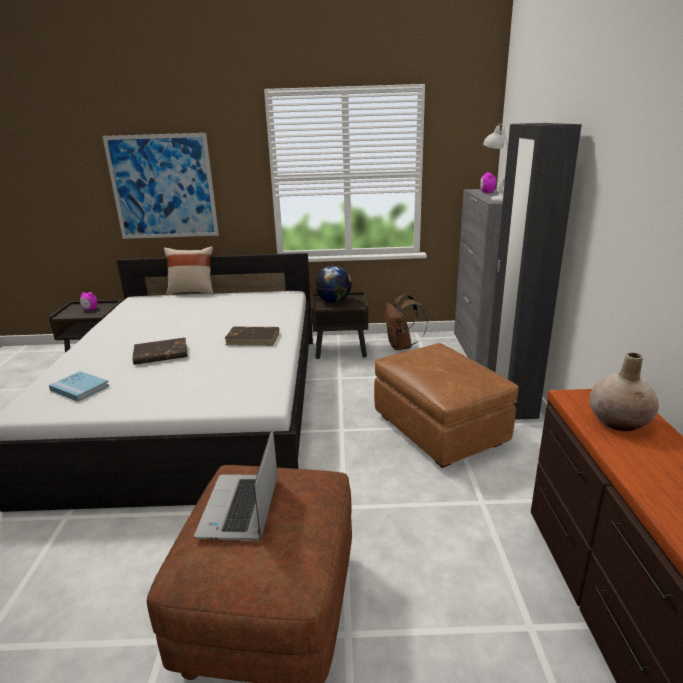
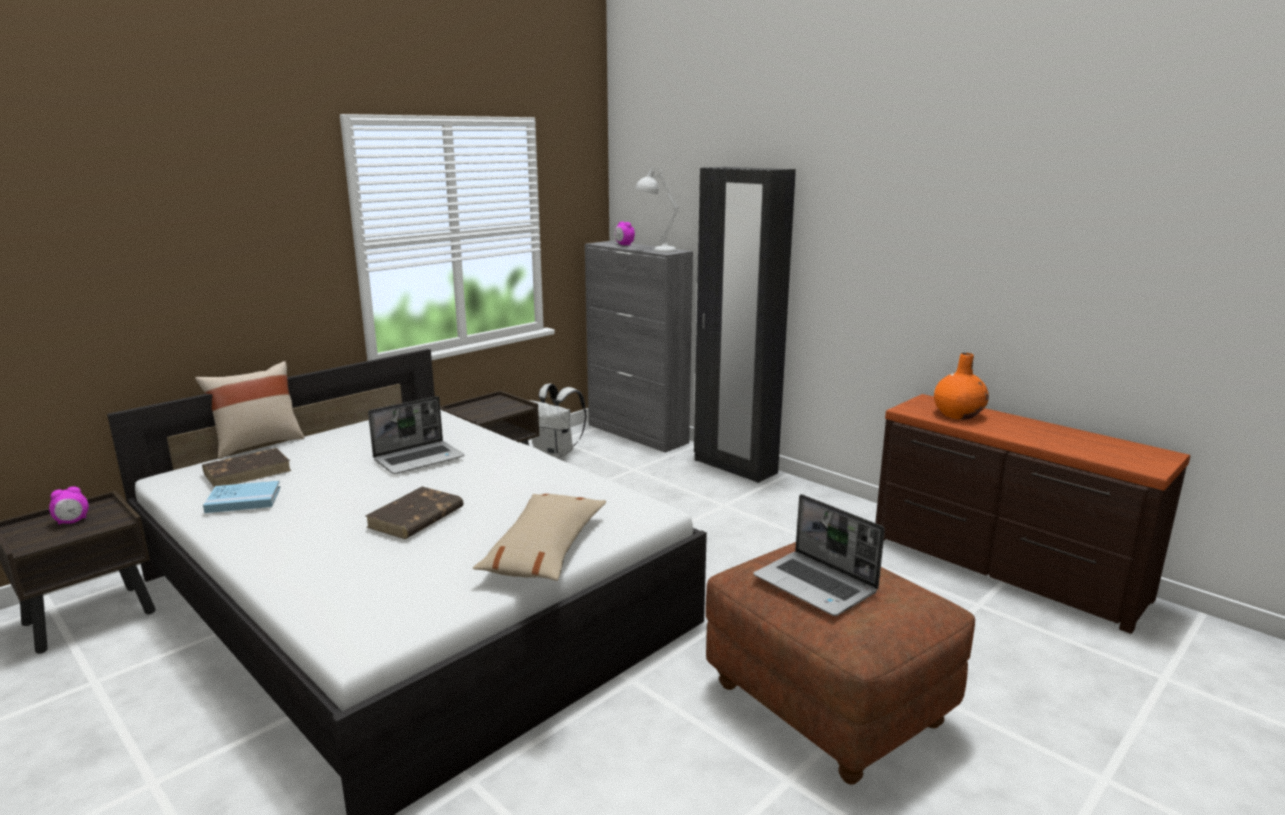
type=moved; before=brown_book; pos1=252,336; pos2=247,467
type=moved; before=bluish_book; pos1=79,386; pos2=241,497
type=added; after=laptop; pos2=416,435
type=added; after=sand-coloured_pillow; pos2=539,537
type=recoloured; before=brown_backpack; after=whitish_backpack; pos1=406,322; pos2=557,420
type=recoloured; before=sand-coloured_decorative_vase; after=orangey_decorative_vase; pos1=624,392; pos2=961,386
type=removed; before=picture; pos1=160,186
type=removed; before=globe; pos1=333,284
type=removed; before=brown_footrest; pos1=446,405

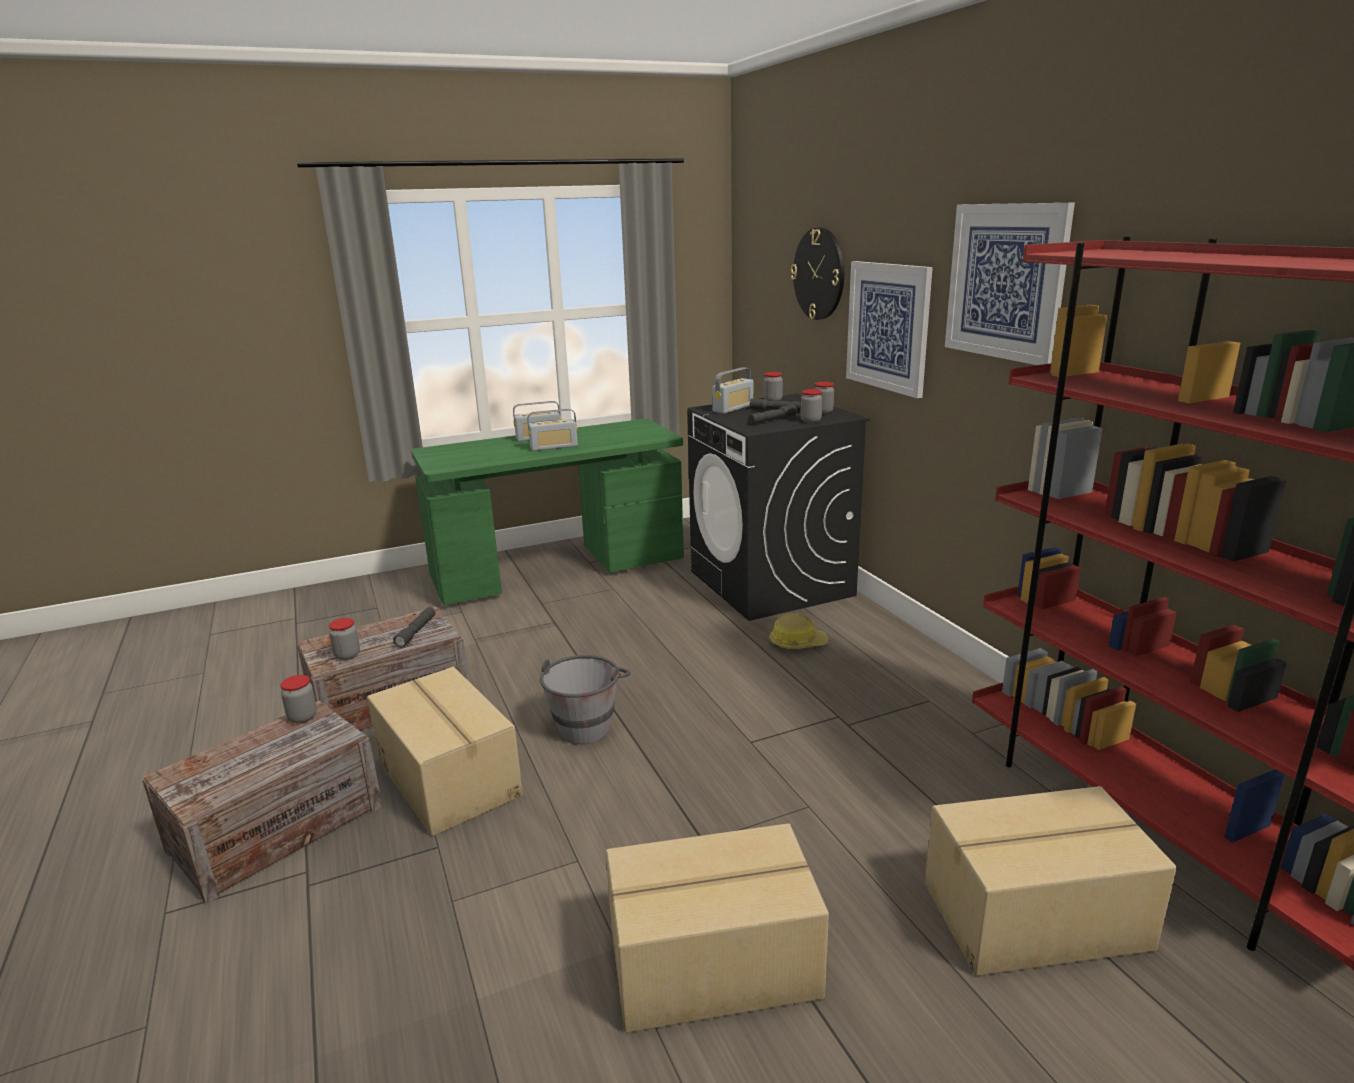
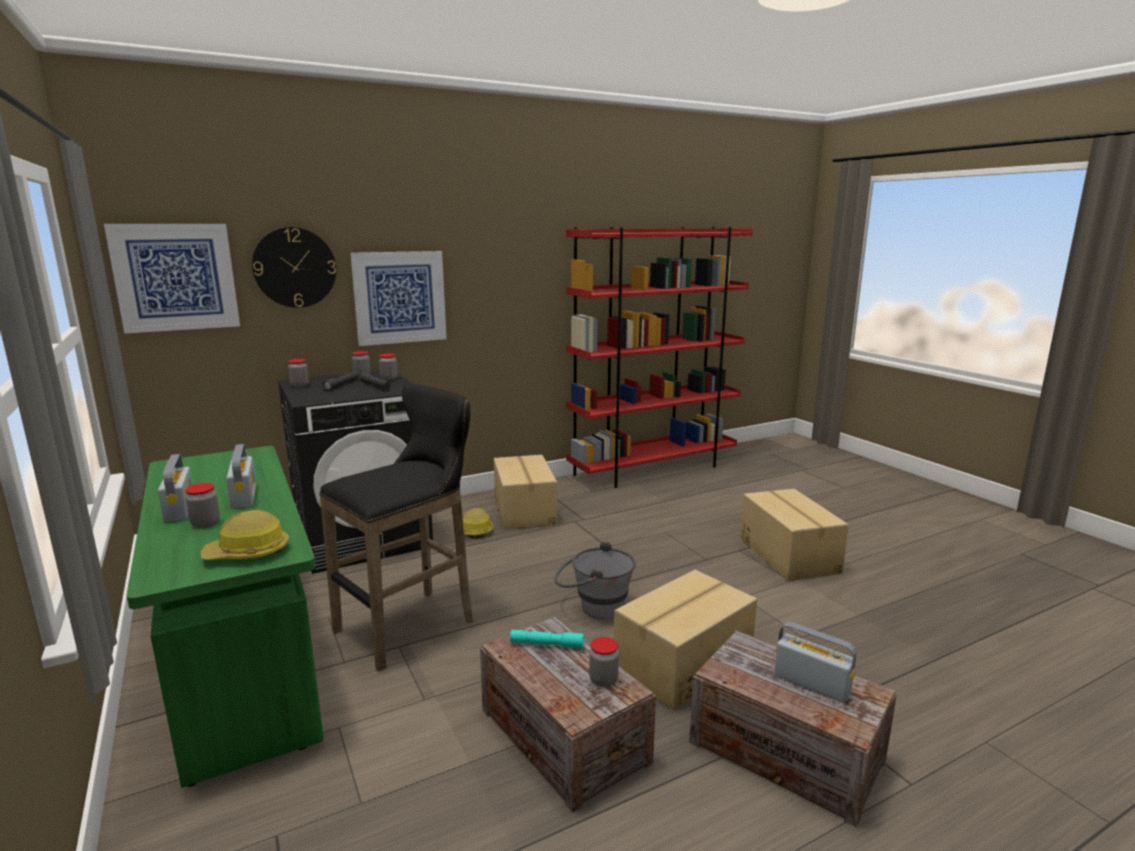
type=moved; before=picture; pos1=1010,284; pos2=172,279
type=moved; before=jar; pos1=298,699; pos2=202,505
type=added; after=safety_helmet; pos2=245,535
type=added; after=blackish_sitting_stool; pos2=396,527
type=moved; before=packing_box; pos1=1051,881; pos2=525,492
type=recoloured; before=greyish_torch; after=blue-green_torch; pos1=414,627; pos2=547,639
type=moved; before=radio; pos1=732,390; pos2=815,662

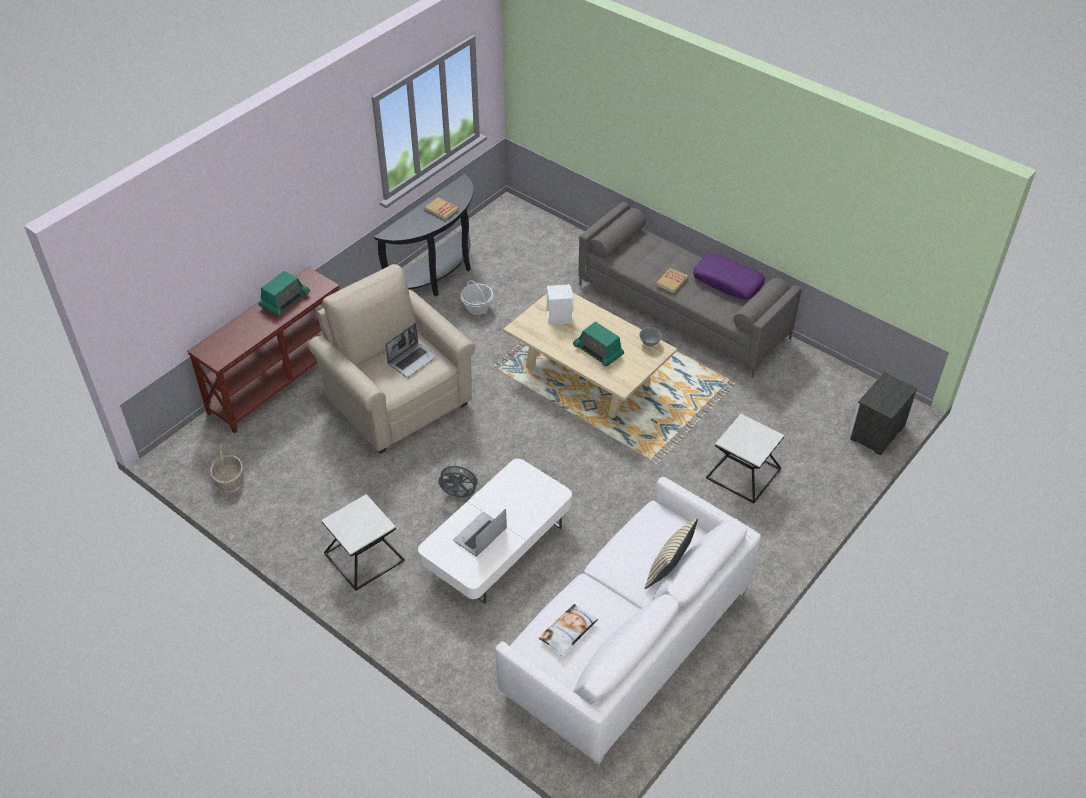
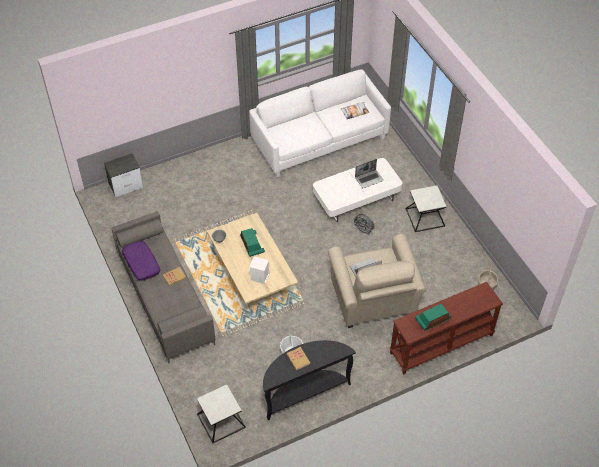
type=moved; before=end_table; pos1=745,458; pos2=221,413
type=removed; before=sand-coloured_pillow; pos1=671,553

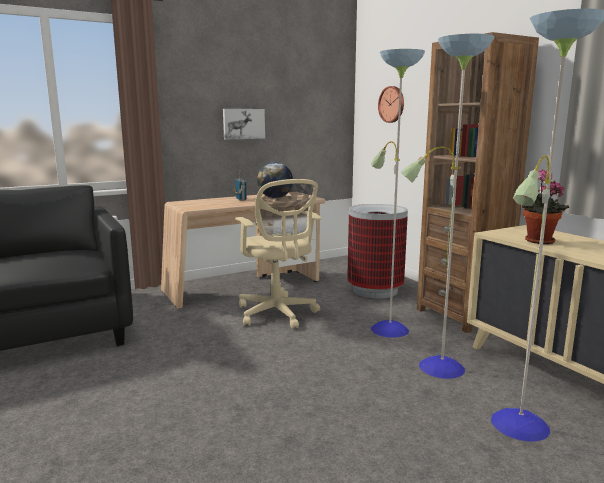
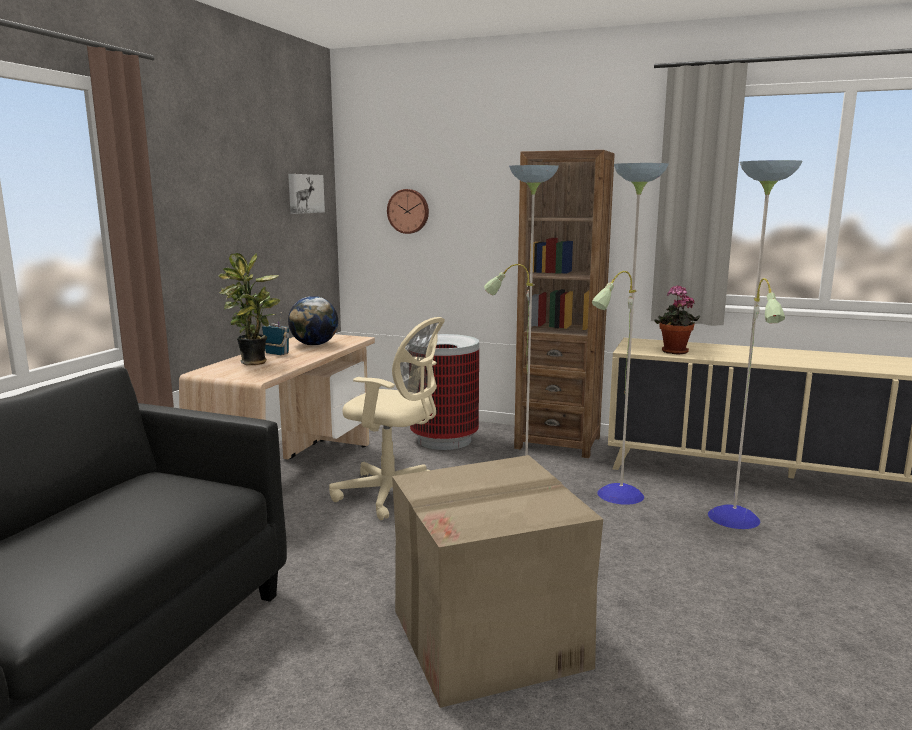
type=added; after=houseplant; pos2=249,309
type=moved; before=picture; pos1=244,124; pos2=306,194
type=added; after=packing_box; pos2=497,581

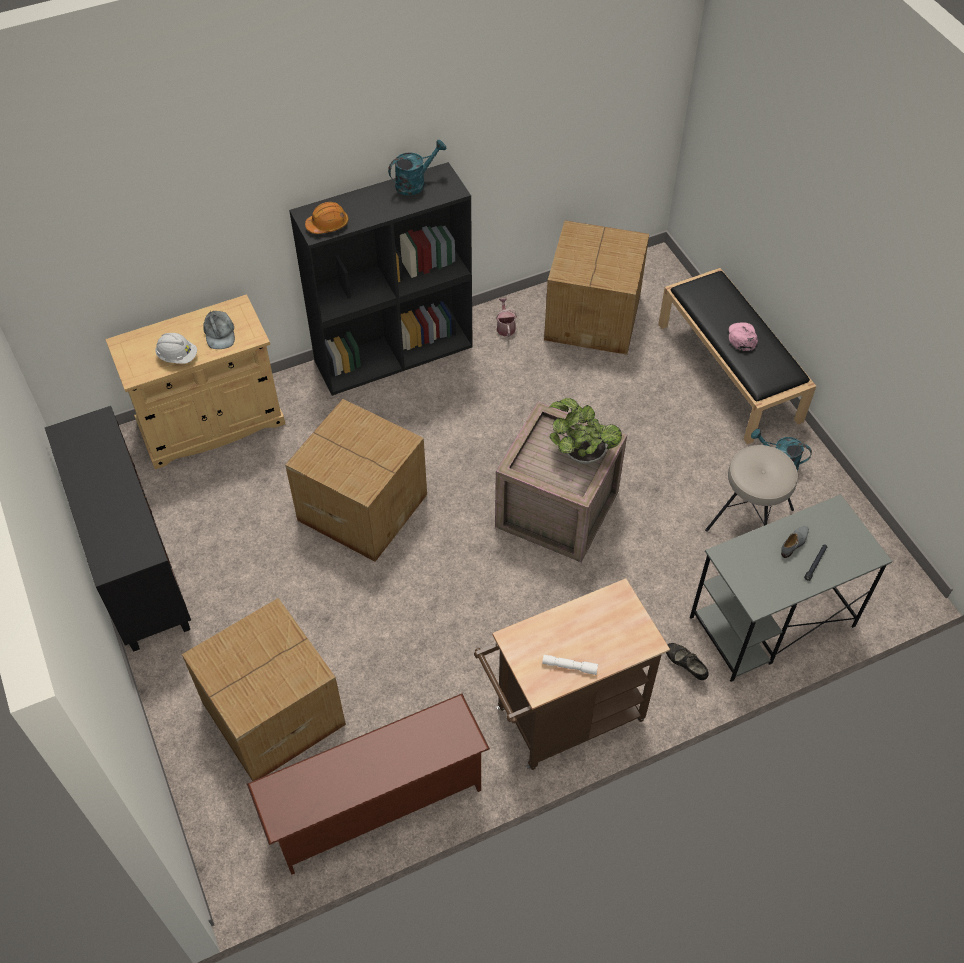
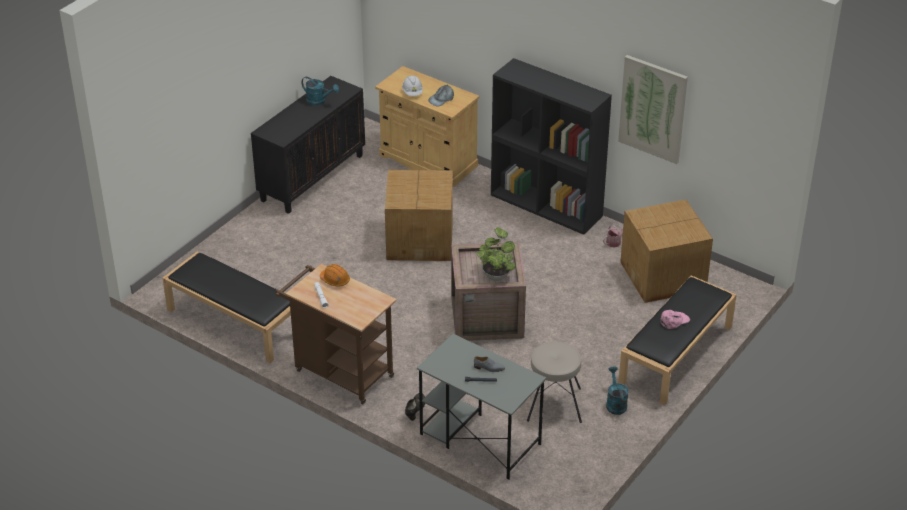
type=replaced; before=brown_shoe_stand; after=blackish_long_seat; pos1=368,784; pos2=227,307
type=moved; before=blue-green_sprinkling_can; pos1=417,167; pos2=320,91
type=moved; before=orangey_safety_helmet; pos1=326,218; pos2=335,275
type=added; after=picture; pos2=653,109
type=removed; before=packing_box; pos1=264,689

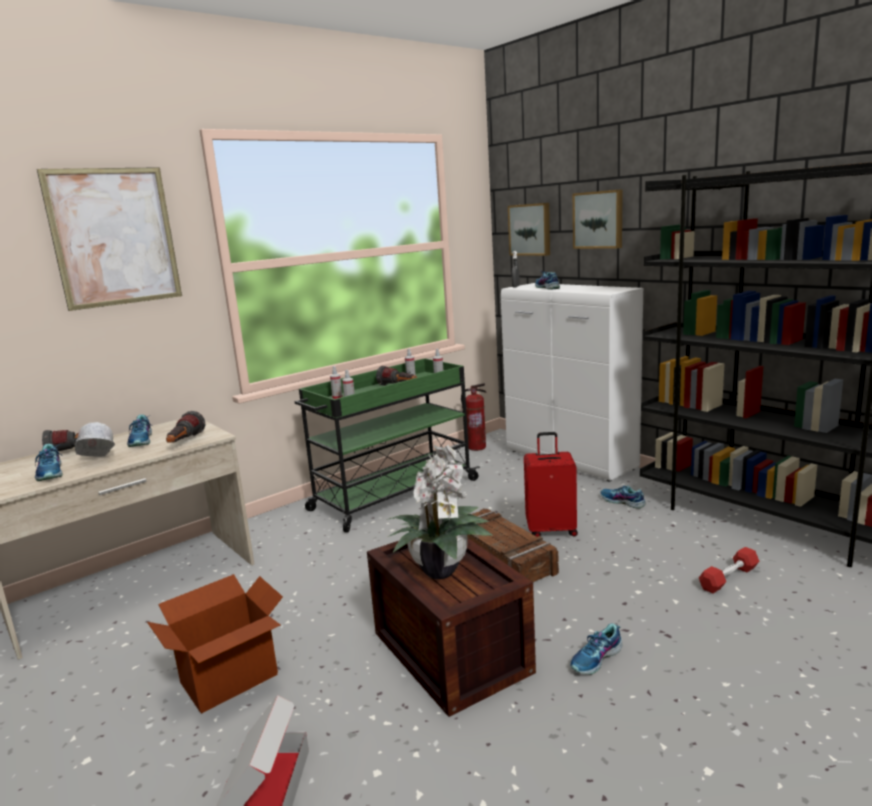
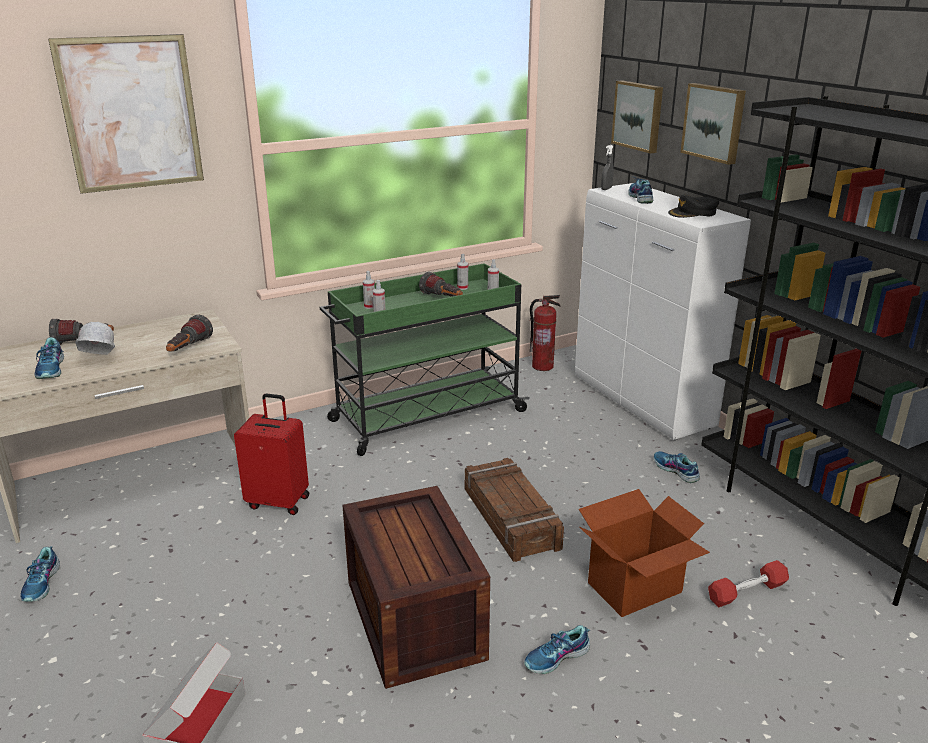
type=moved; before=shoe; pos1=139,430; pos2=40,574
type=moved; before=reddish_suitcase; pos1=551,484; pos2=271,454
type=moved; before=packing_box; pos1=215,644; pos2=644,553
type=added; after=blackish_cap; pos2=693,206
type=removed; before=houseplant; pos1=439,511

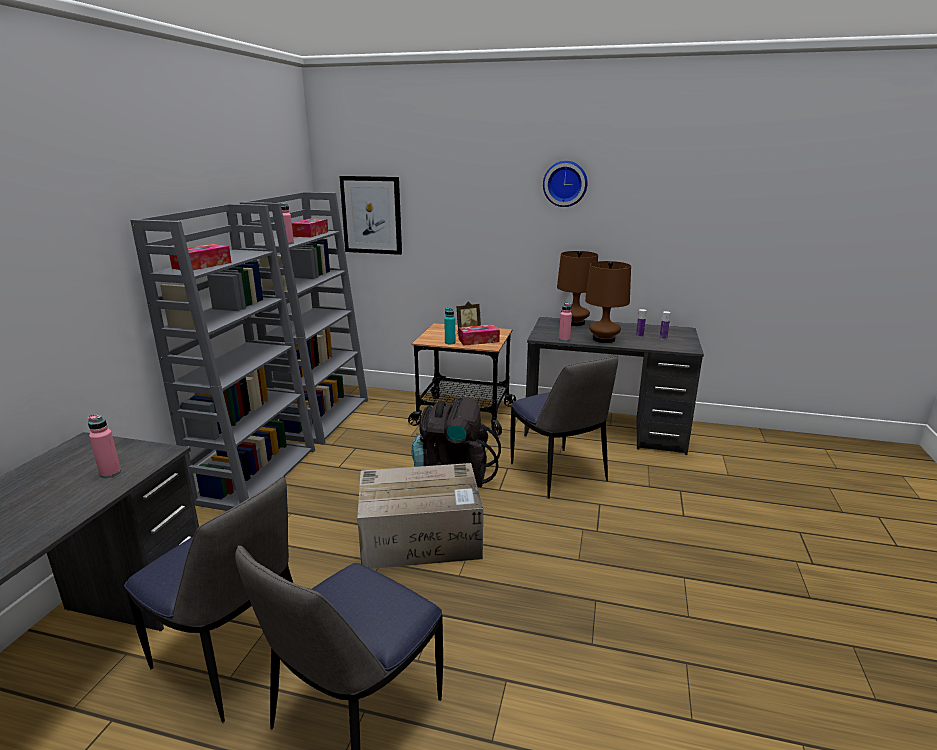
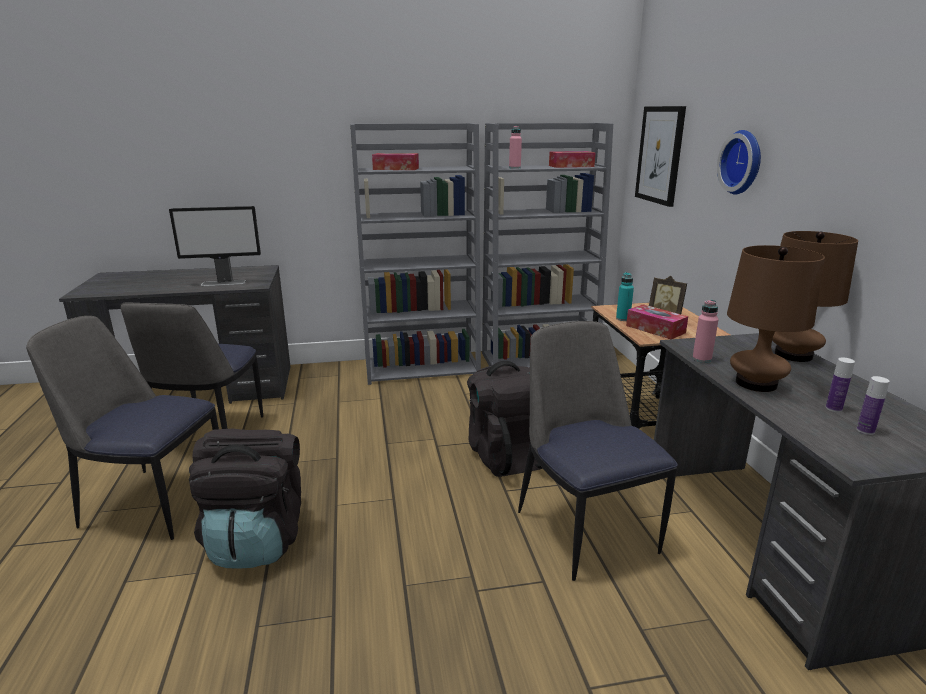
type=replaced; before=pink_beverage_bottle; after=computer_screen; pos1=104,446; pos2=215,246
type=added; after=blackish_backpack; pos2=245,499
type=turned; before=chair; pos1=564,427; pos2=598,451; turn=120
type=moved; before=hanging_clock; pos1=565,184; pos2=739,162
type=removed; before=packing_box; pos1=420,516

